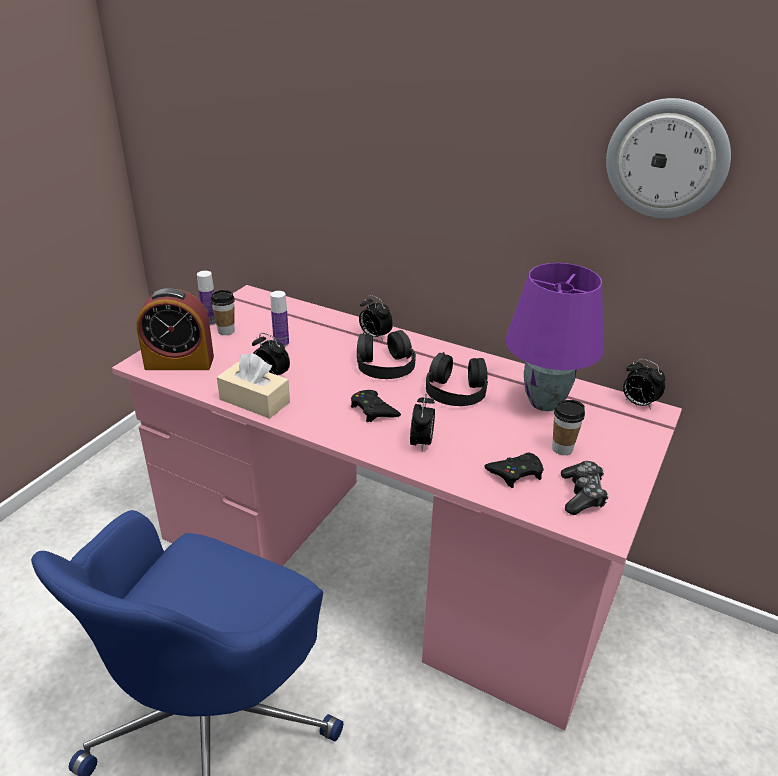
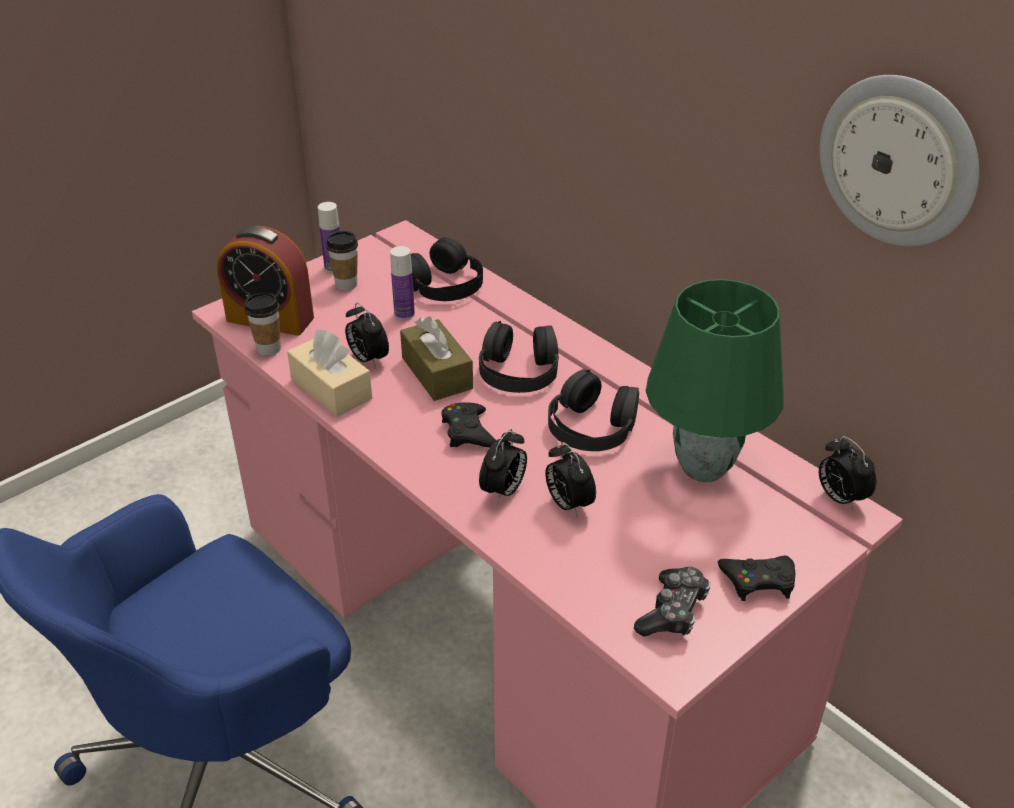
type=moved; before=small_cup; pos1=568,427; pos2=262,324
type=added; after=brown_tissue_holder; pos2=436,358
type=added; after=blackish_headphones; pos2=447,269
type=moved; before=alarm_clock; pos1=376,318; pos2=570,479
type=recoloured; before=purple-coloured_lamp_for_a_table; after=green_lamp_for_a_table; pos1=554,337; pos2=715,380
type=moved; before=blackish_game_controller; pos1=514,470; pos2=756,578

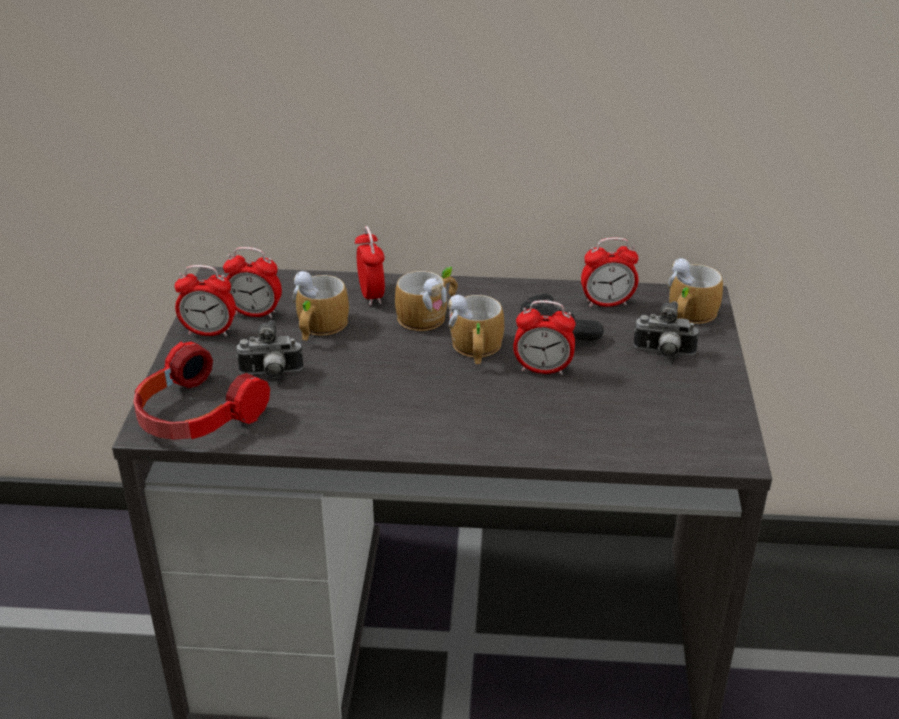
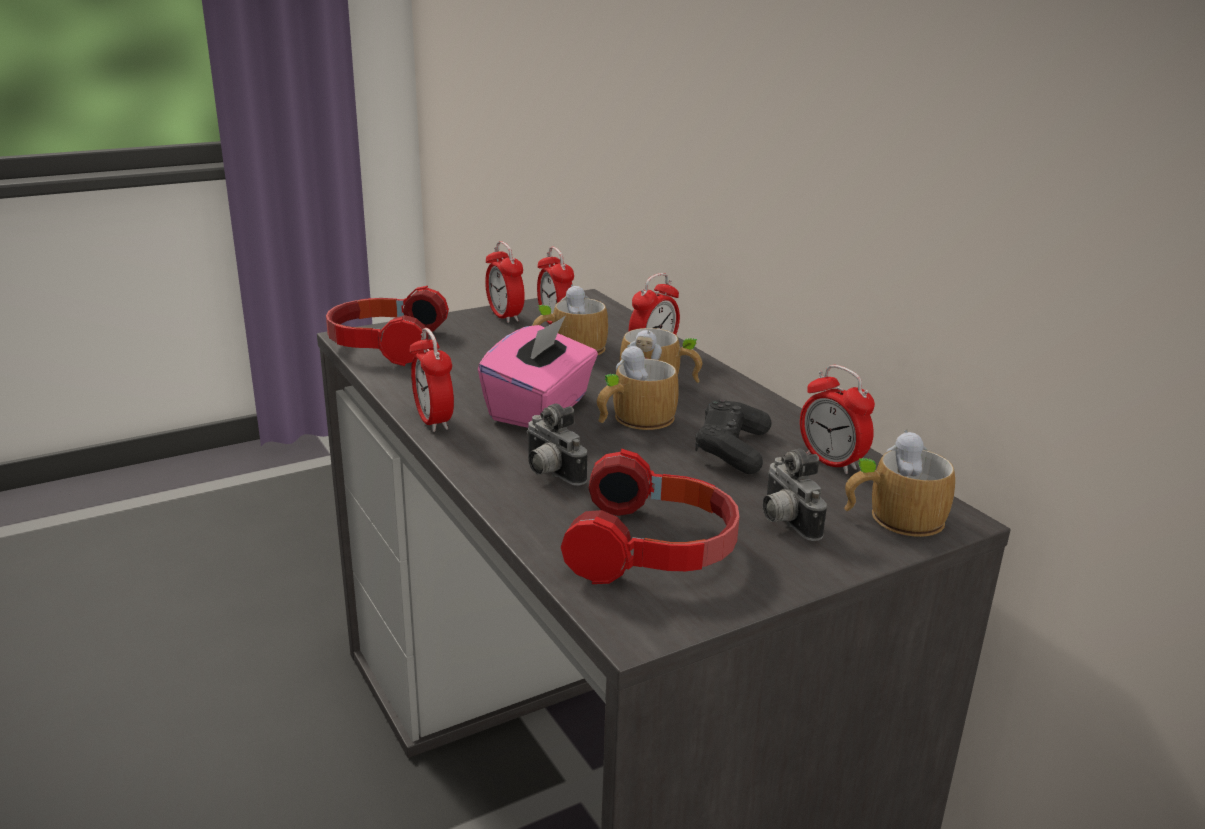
type=moved; before=alarm_clock; pos1=544,337; pos2=431,380
type=added; after=pink_tissue_holder; pos2=538,372
type=moved; before=still_camera; pos1=269,349; pos2=557,445
type=added; after=headphones; pos2=650,516

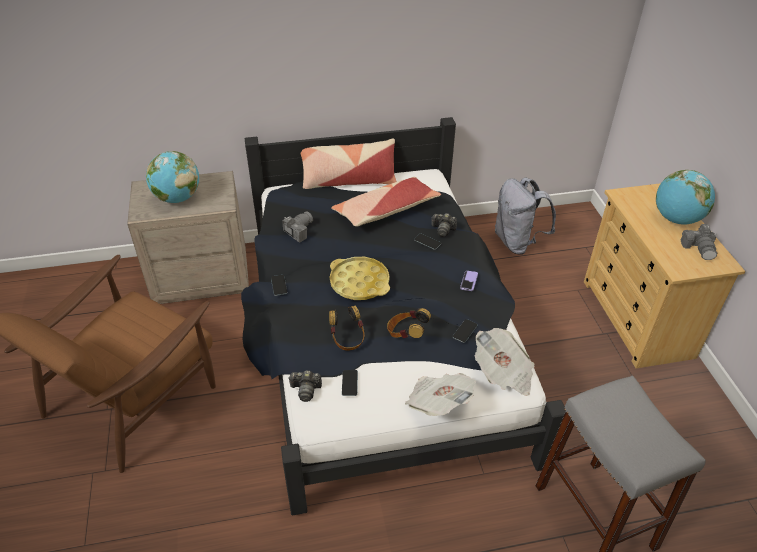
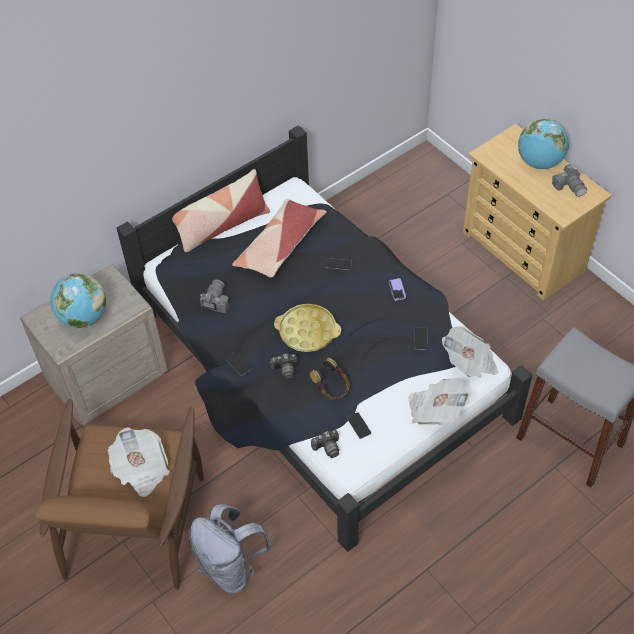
type=added; after=printed_paper; pos2=139,462
type=moved; before=greyish_backpack; pos1=525,216; pos2=230,549
type=moved; before=still_camera; pos1=444,225; pos2=284,366
type=removed; before=headphones; pos1=409,323

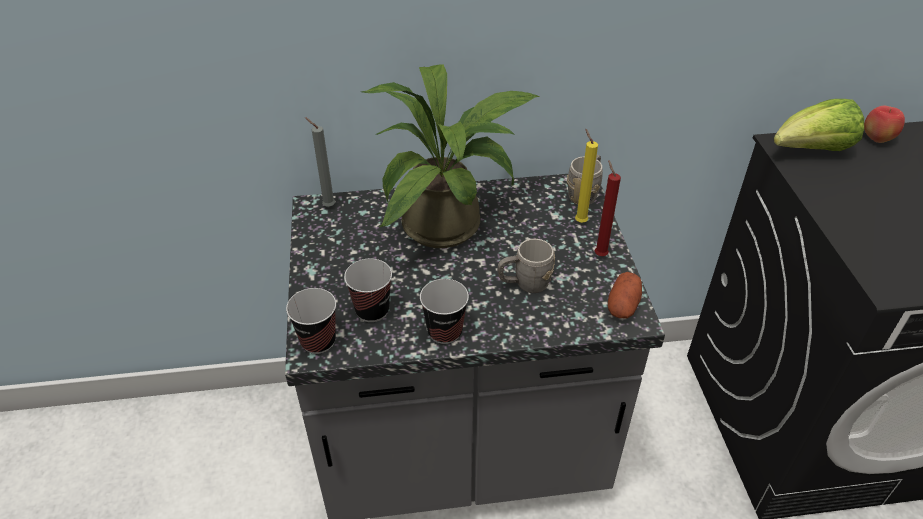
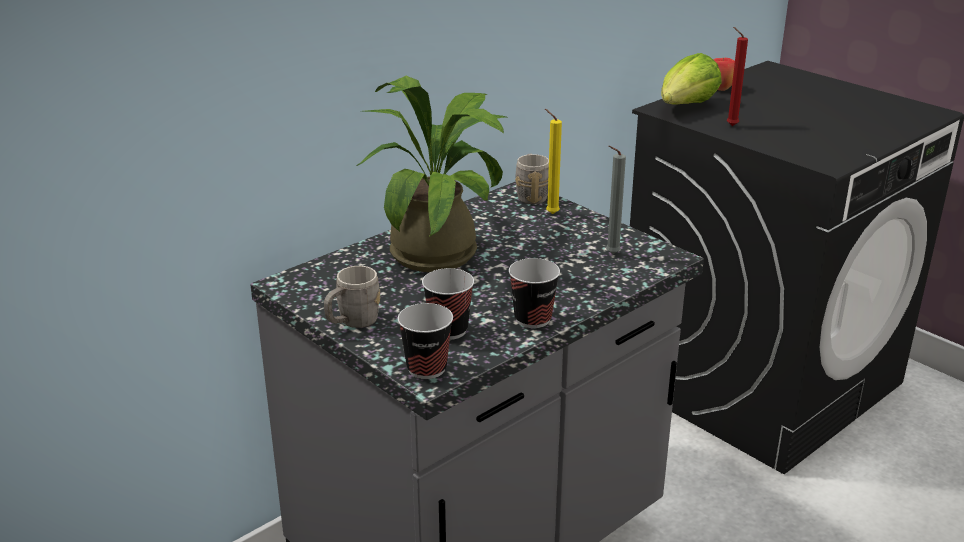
type=moved; before=greyish_tea_mug; pos1=526,266; pos2=352,297
type=moved; before=greyish_candle; pos1=320,162; pos2=616,200
type=moved; before=reddish_candle; pos1=608,208; pos2=737,76
type=removed; before=spud; pos1=625,295

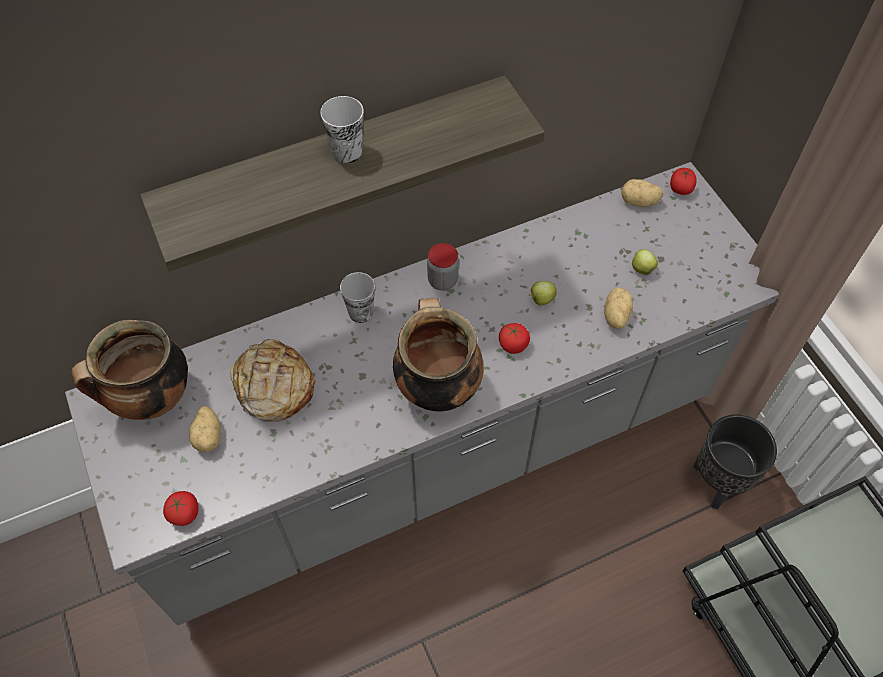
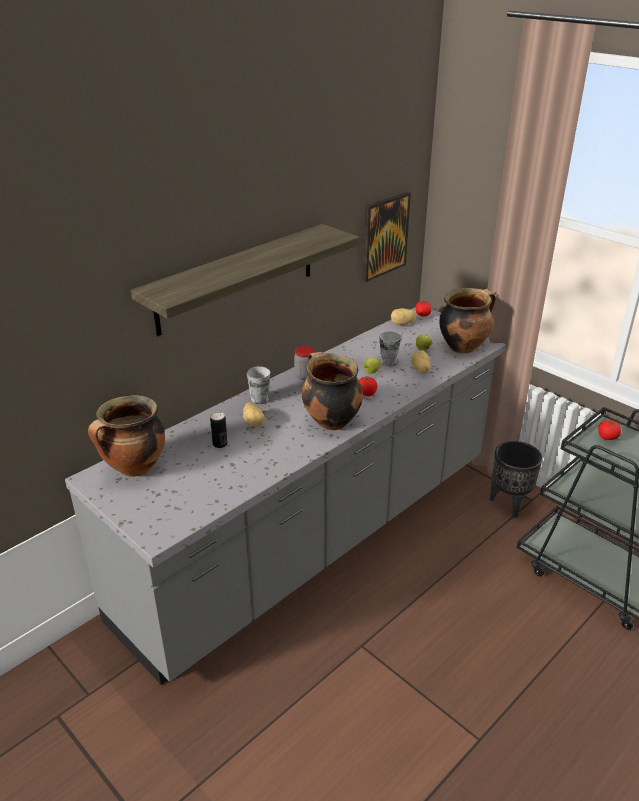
type=replaced; before=bread; after=metal_can; pos1=273,380; pos2=219,430
type=moved; before=spud; pos1=205,429; pos2=254,415
type=added; after=picture; pos2=386,237
type=moved; before=small_cup; pos1=342,130; pos2=390,348
type=added; after=saucepot; pos2=467,320
type=moved; before=fresh_tomato; pos1=181,508; pos2=609,430

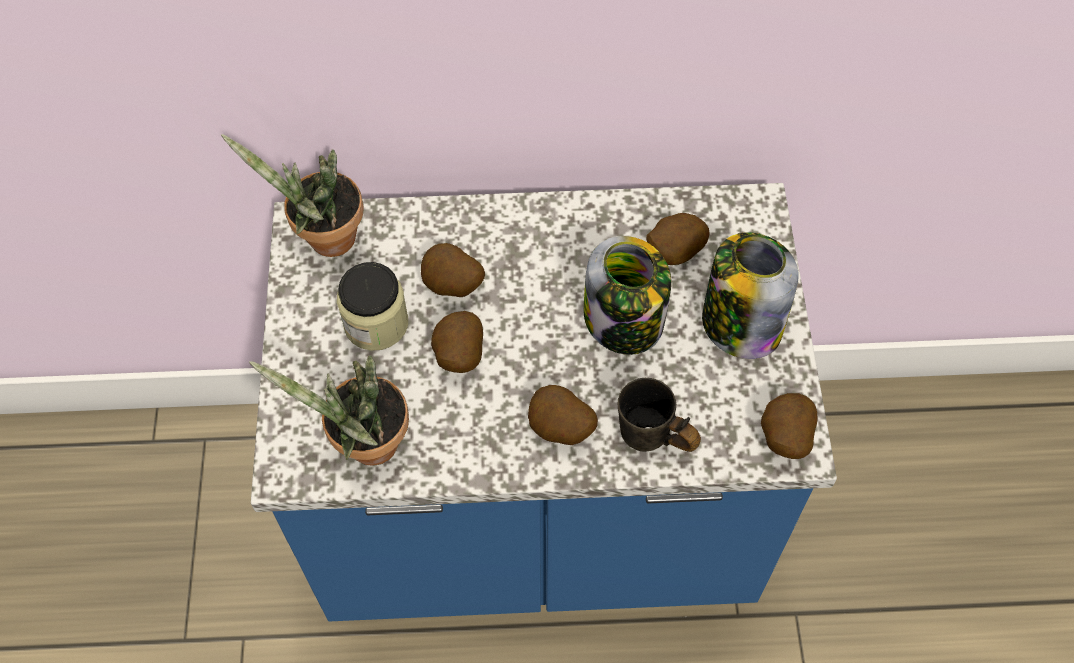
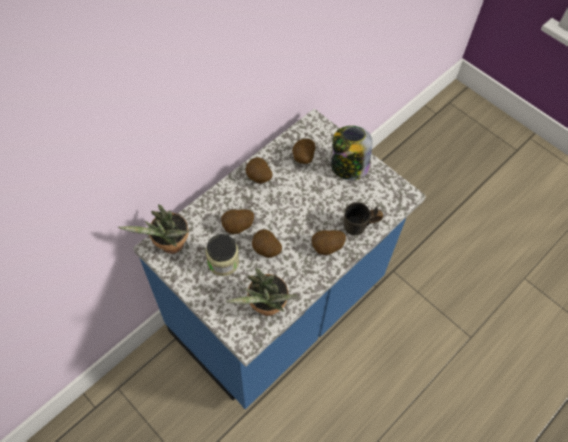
type=moved; before=spud; pos1=789,426; pos2=259,170
type=removed; before=jar; pos1=627,295

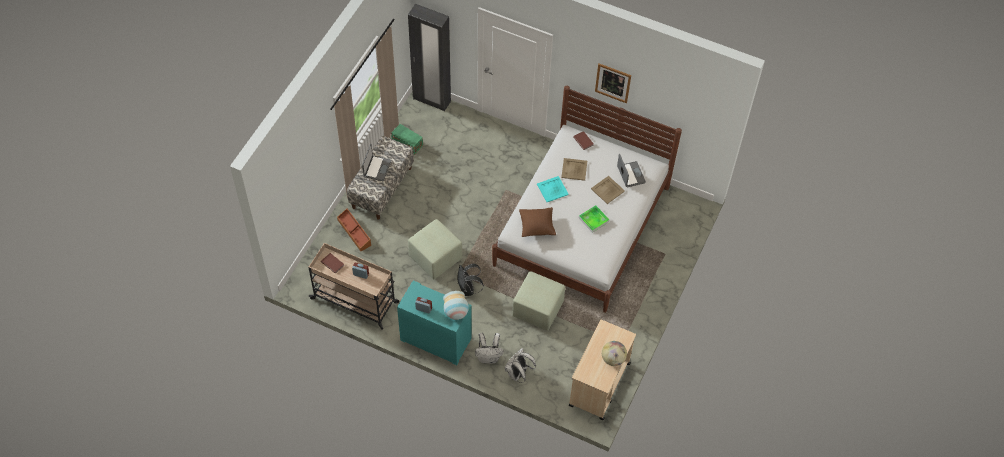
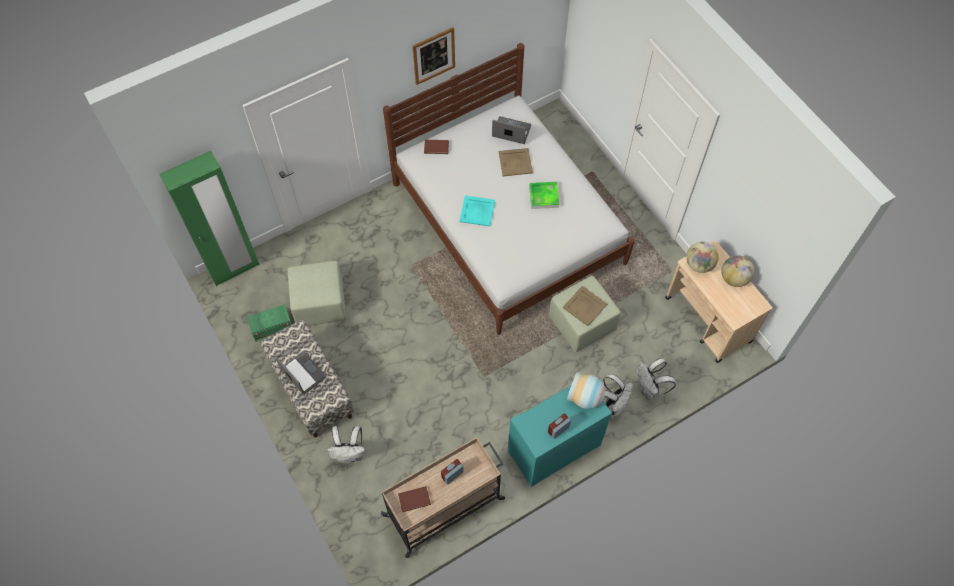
type=recoloured; before=blackish_armoire; after=green_armoire; pos1=429,57; pos2=209,218
type=moved; before=green_footrest; pos1=435,249; pos2=317,293
type=replaced; before=brown_storage_bin; after=whitish_backpack; pos1=354,229; pos2=346,444
type=moved; before=sand-coloured_carrying_tray; pos1=574,169; pos2=585,306
type=added; after=globe; pos2=702,257
type=removed; before=blackish_backpack; pos1=471,280
type=removed; before=brown_pillow; pos1=537,222

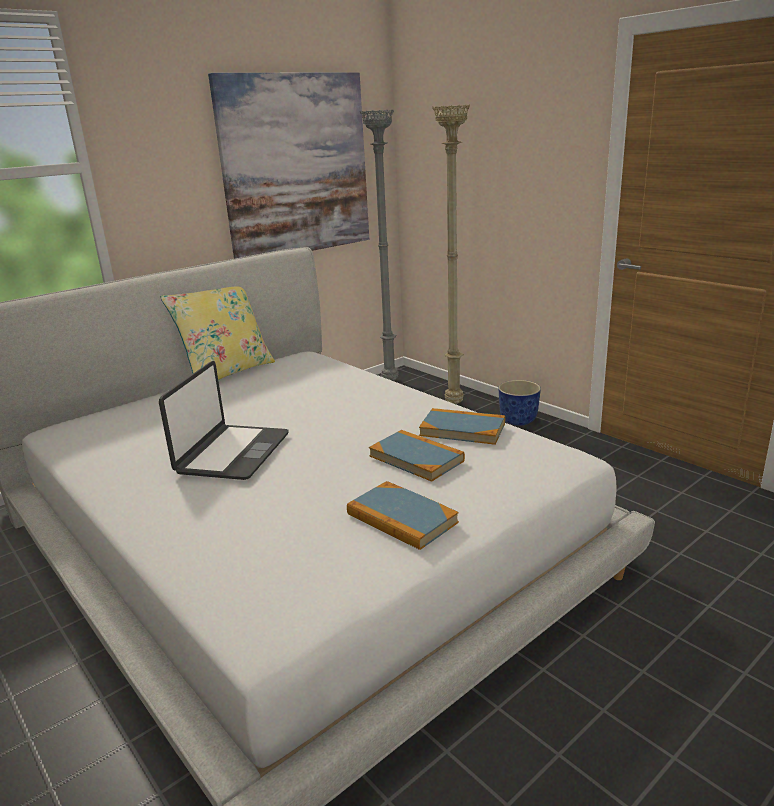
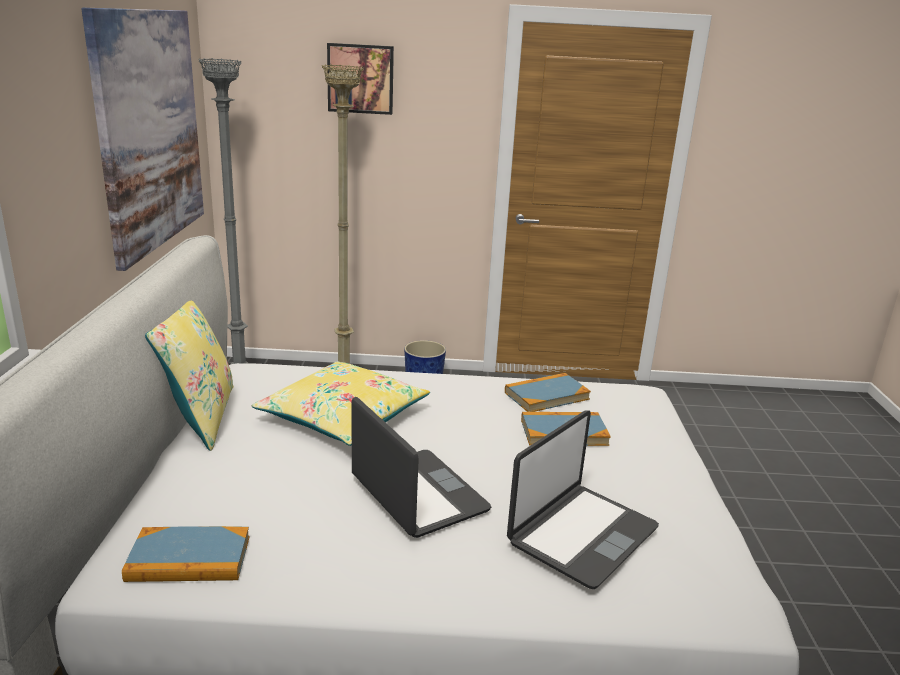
type=moved; before=book; pos1=403,515; pos2=185,554
type=added; after=yellow_pillow; pos2=341,403
type=added; after=picture; pos2=360,79
type=added; after=laptop; pos2=583,499

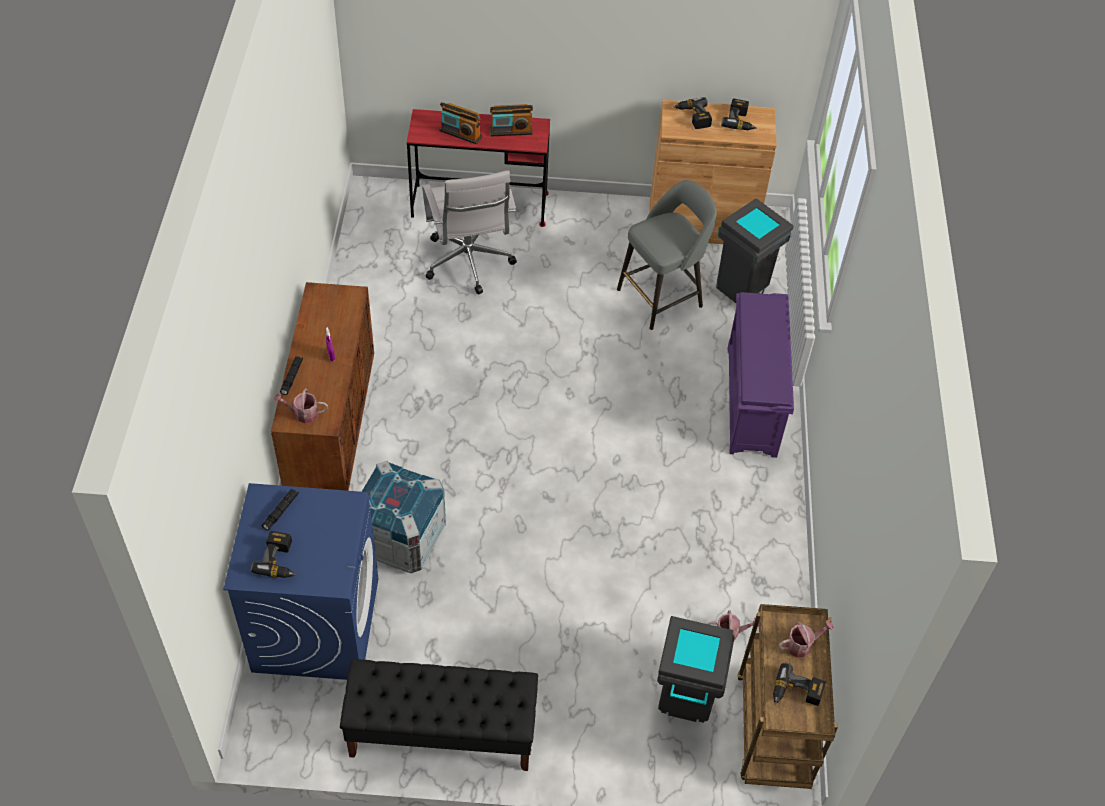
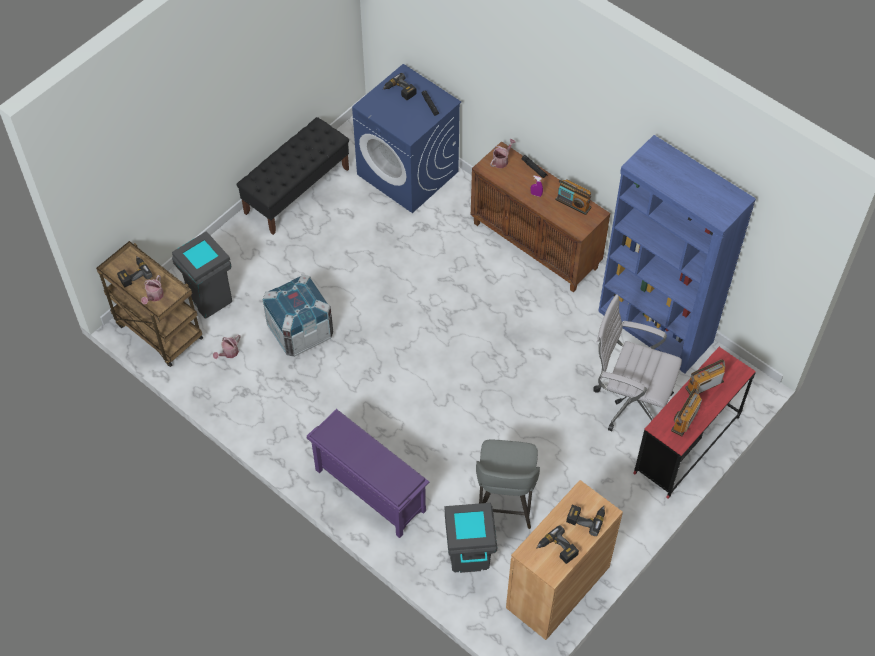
type=moved; before=shipping_crate; pos1=404,517; pos2=298,315
type=added; after=radio; pos2=573,197
type=added; after=bluish_shelving_unit; pos2=677,254

